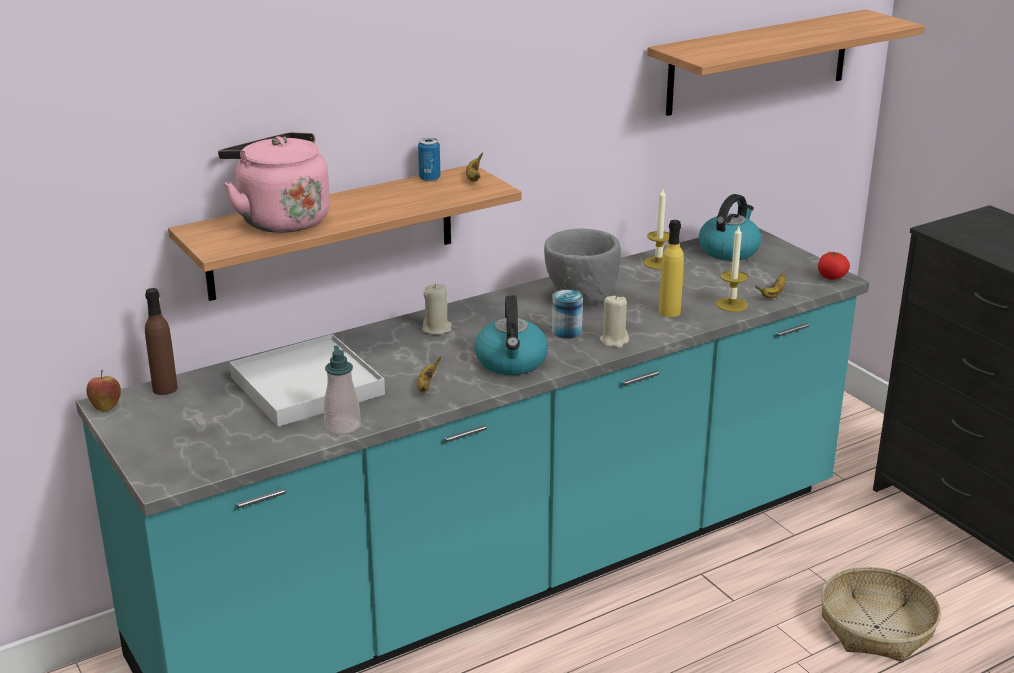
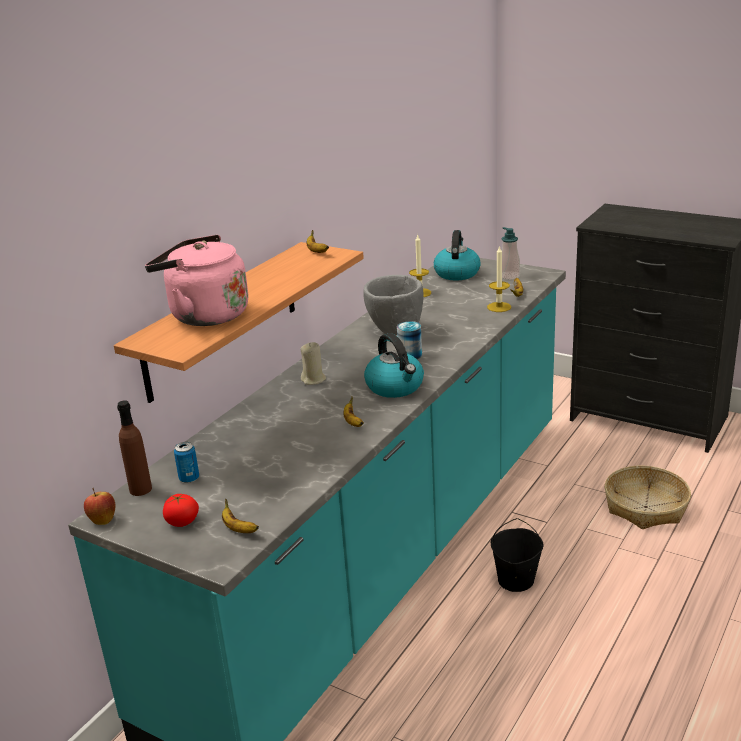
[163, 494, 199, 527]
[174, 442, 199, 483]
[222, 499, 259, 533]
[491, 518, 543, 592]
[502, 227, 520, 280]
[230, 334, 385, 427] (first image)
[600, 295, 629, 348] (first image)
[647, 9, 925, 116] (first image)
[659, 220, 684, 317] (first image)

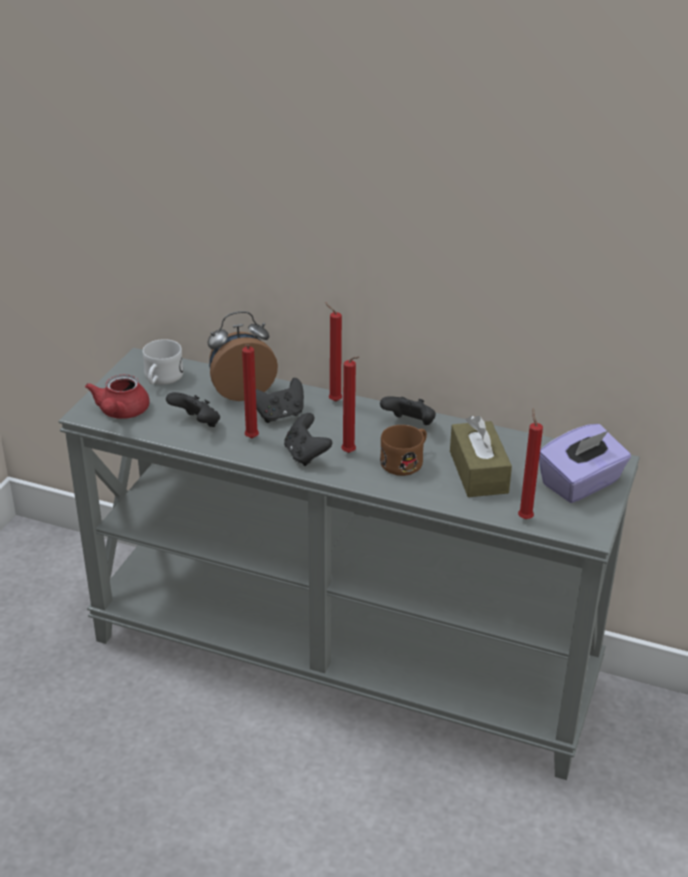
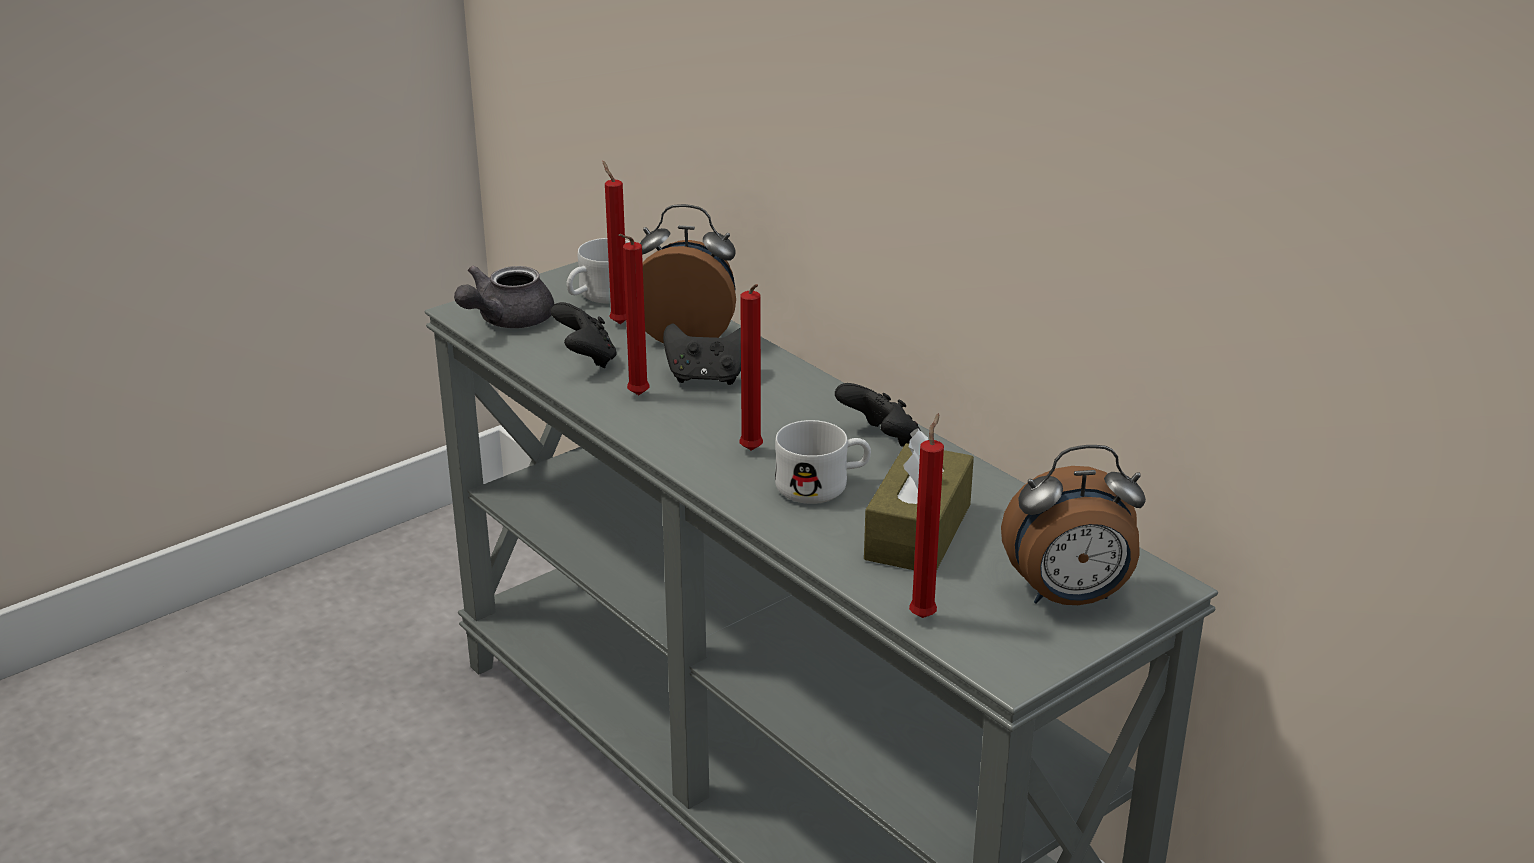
[454, 266, 554, 328]
[602, 161, 626, 324]
[775, 420, 871, 504]
[1001, 445, 1146, 605]
[284, 413, 332, 466] (first image)

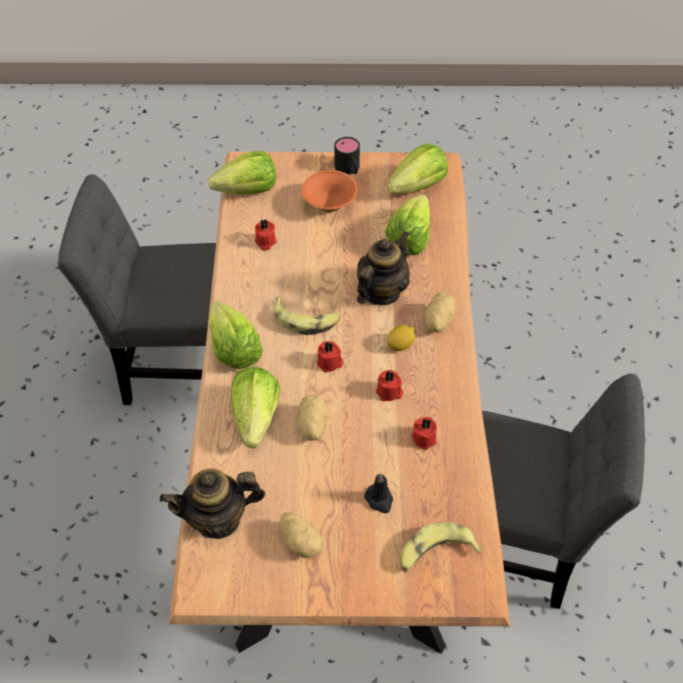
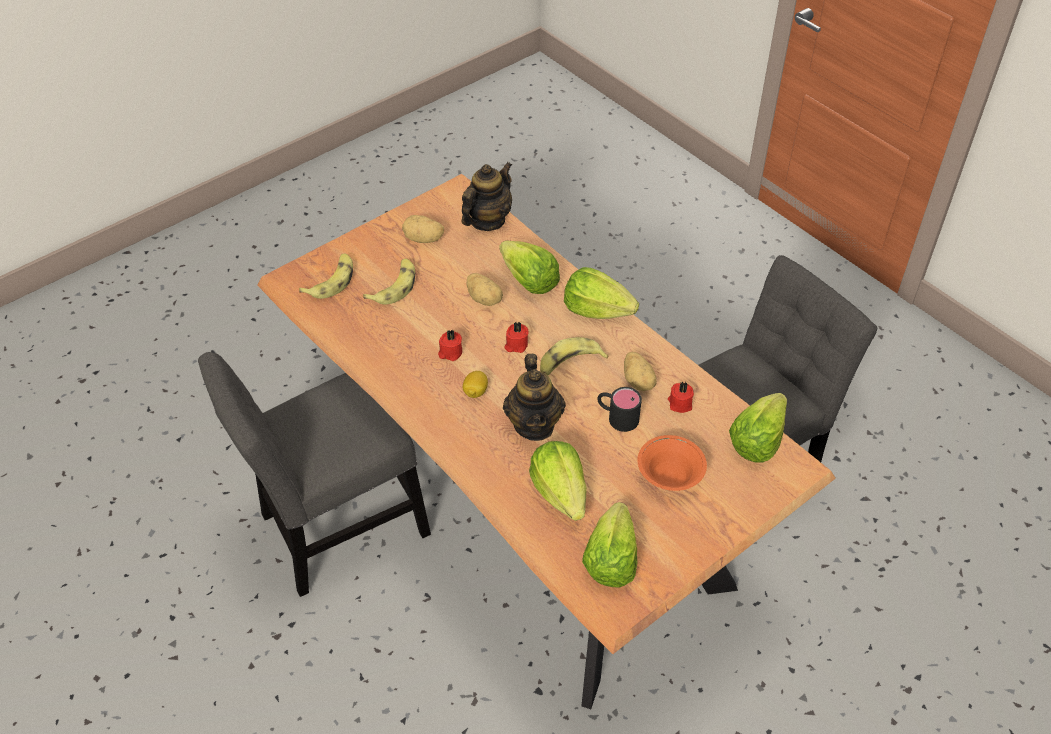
[363, 259, 415, 305]
[597, 387, 642, 432]
[624, 352, 657, 391]
[412, 417, 437, 450] (first image)

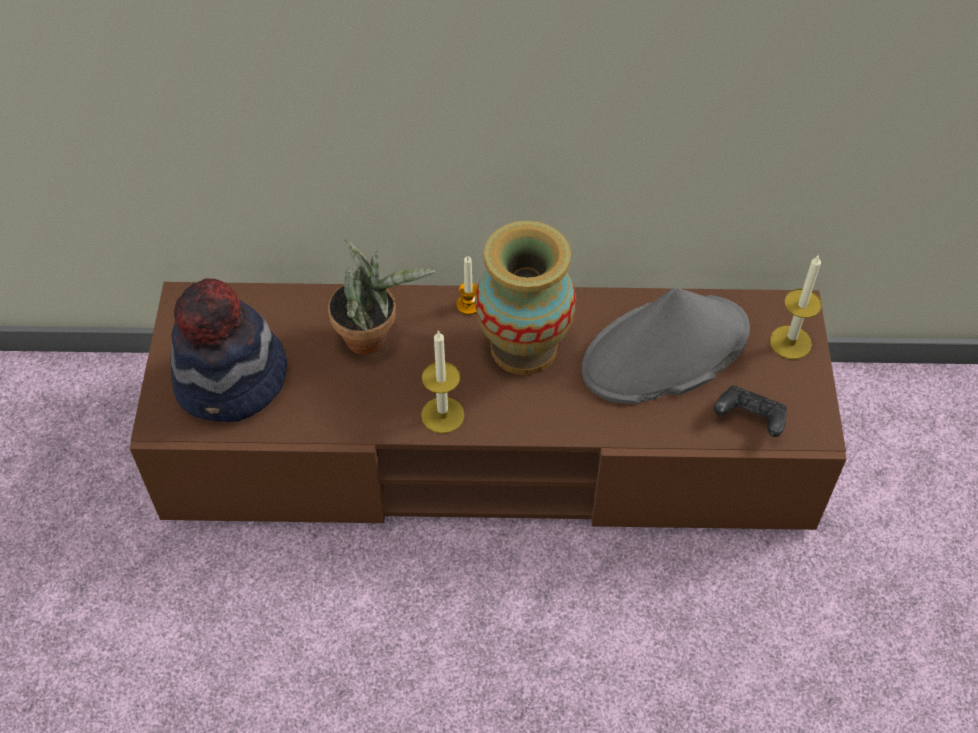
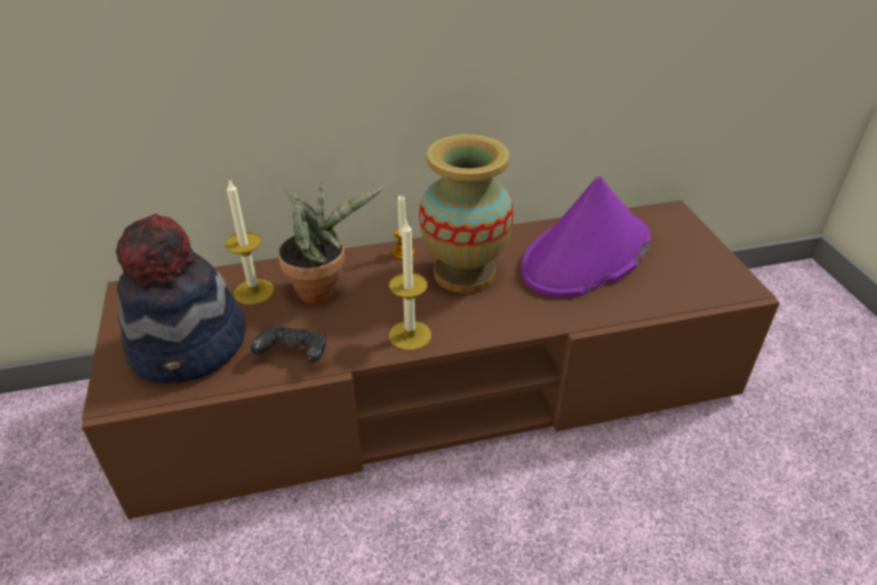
[225, 179, 274, 305]
[250, 325, 326, 362]
[521, 176, 651, 298]

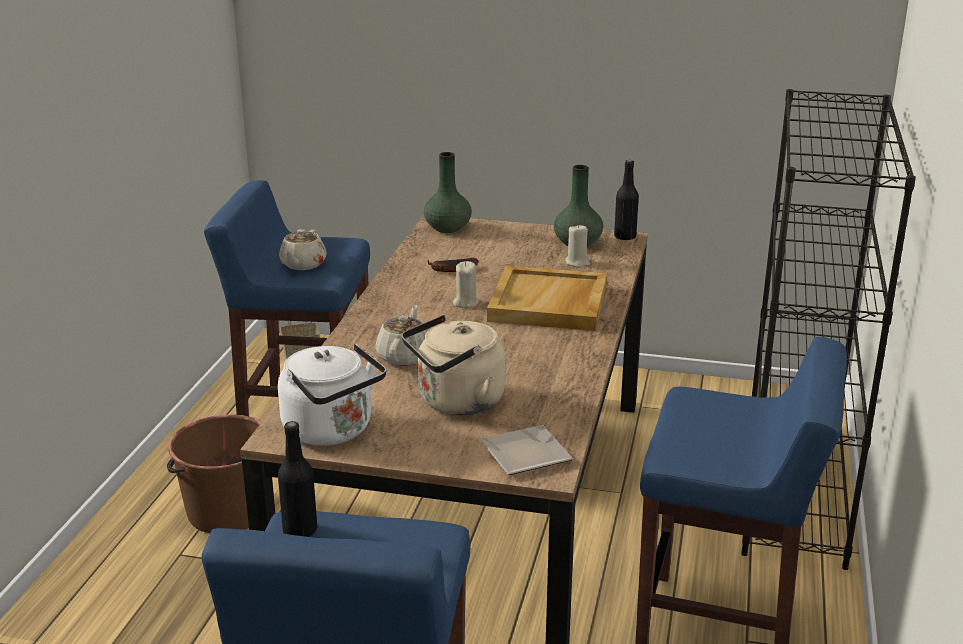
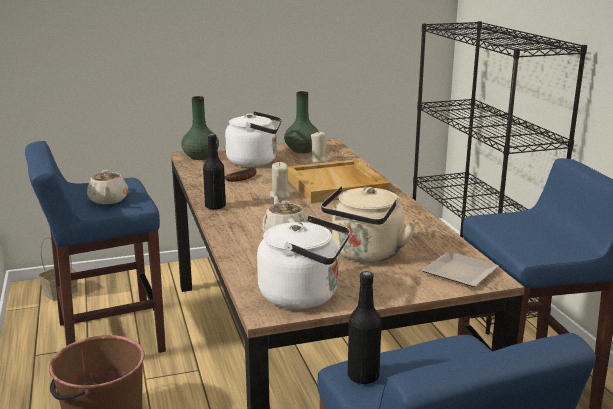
[203, 134, 226, 210]
[225, 111, 282, 167]

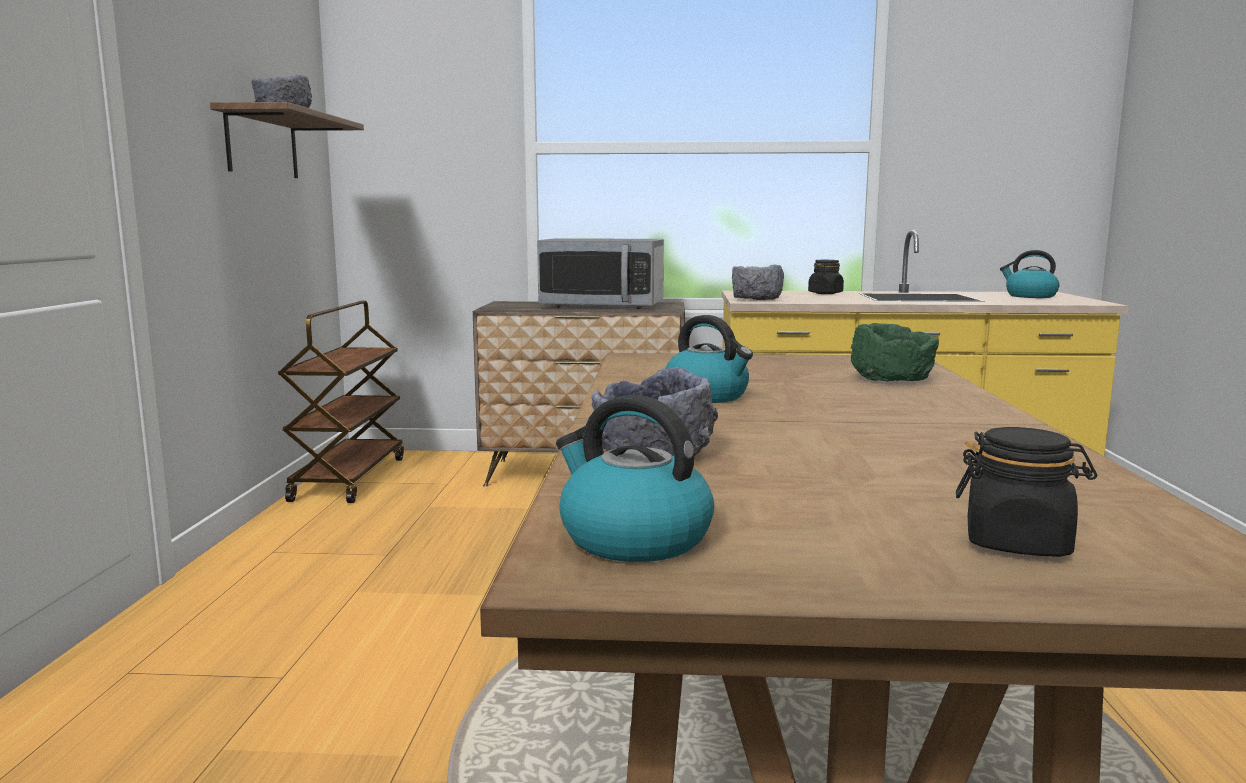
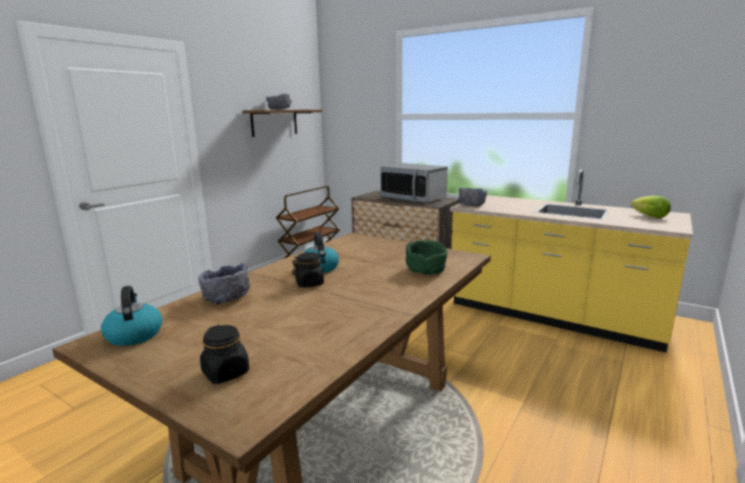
[292, 252, 326, 287]
[631, 196, 671, 218]

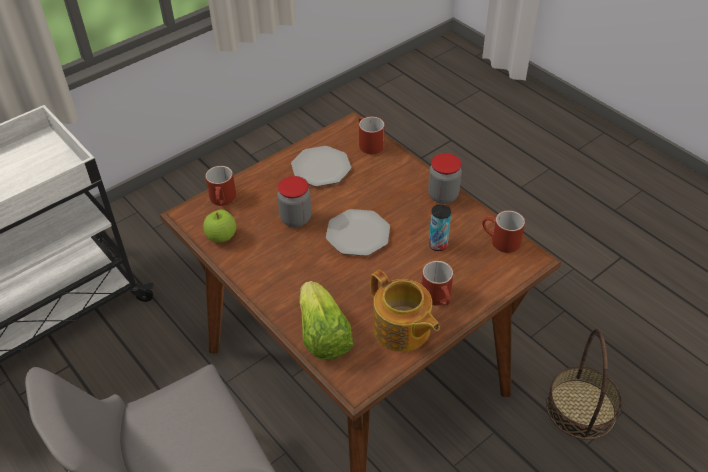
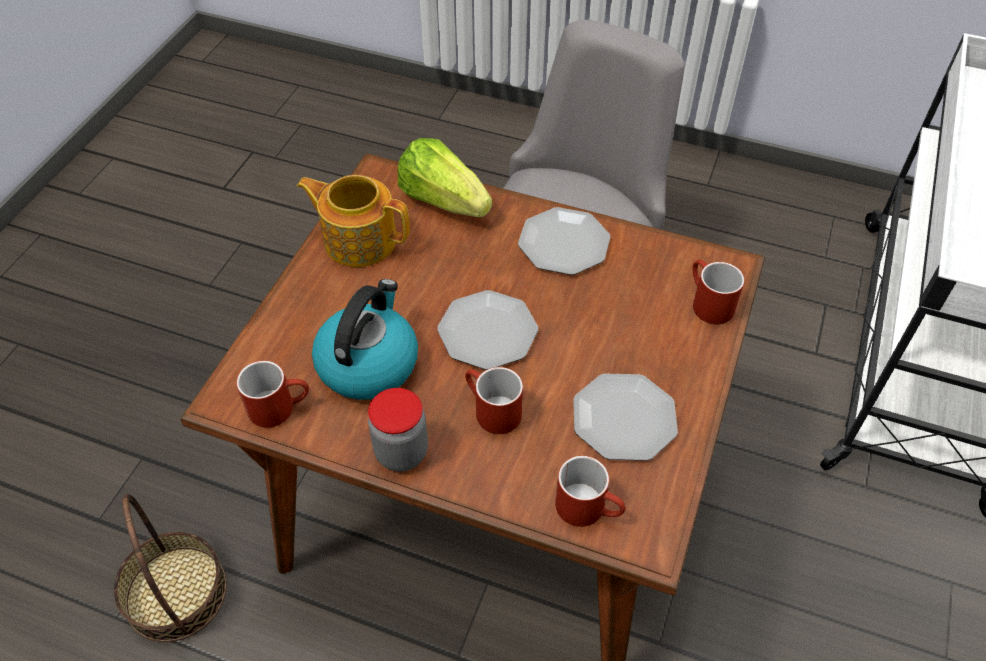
[312, 279, 418, 400]
[465, 367, 523, 434]
[518, 207, 610, 275]
[203, 210, 236, 243] (first image)
[277, 176, 311, 227] (first image)

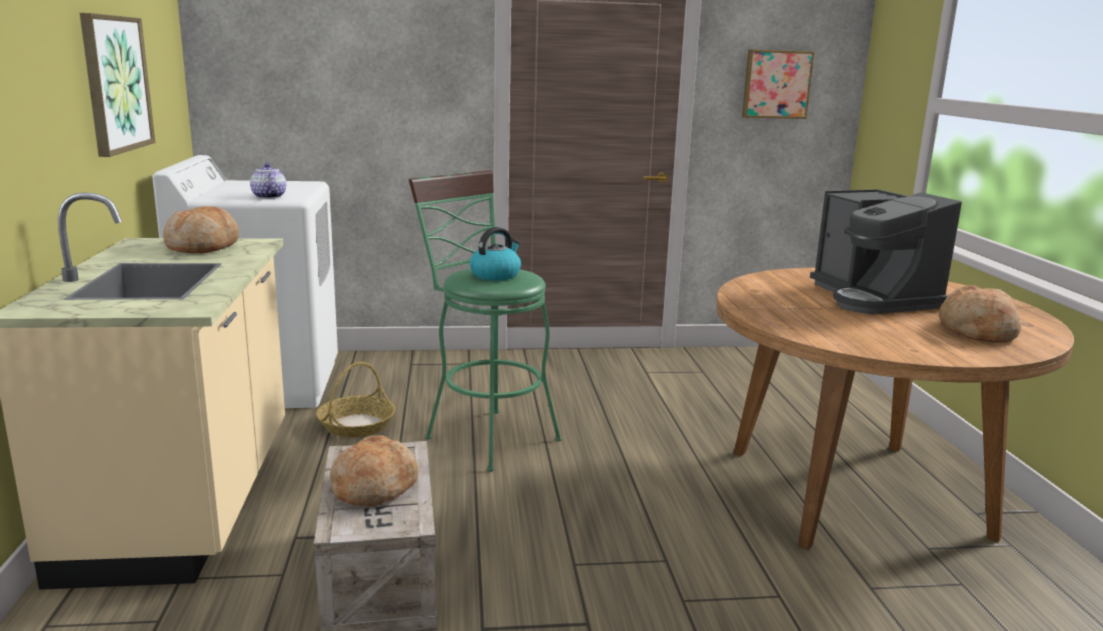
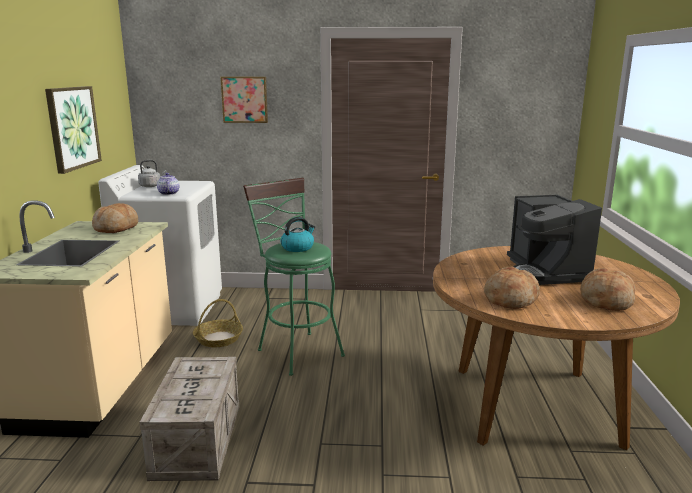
[138, 160, 167, 187]
[220, 77, 268, 123]
[484, 267, 540, 309]

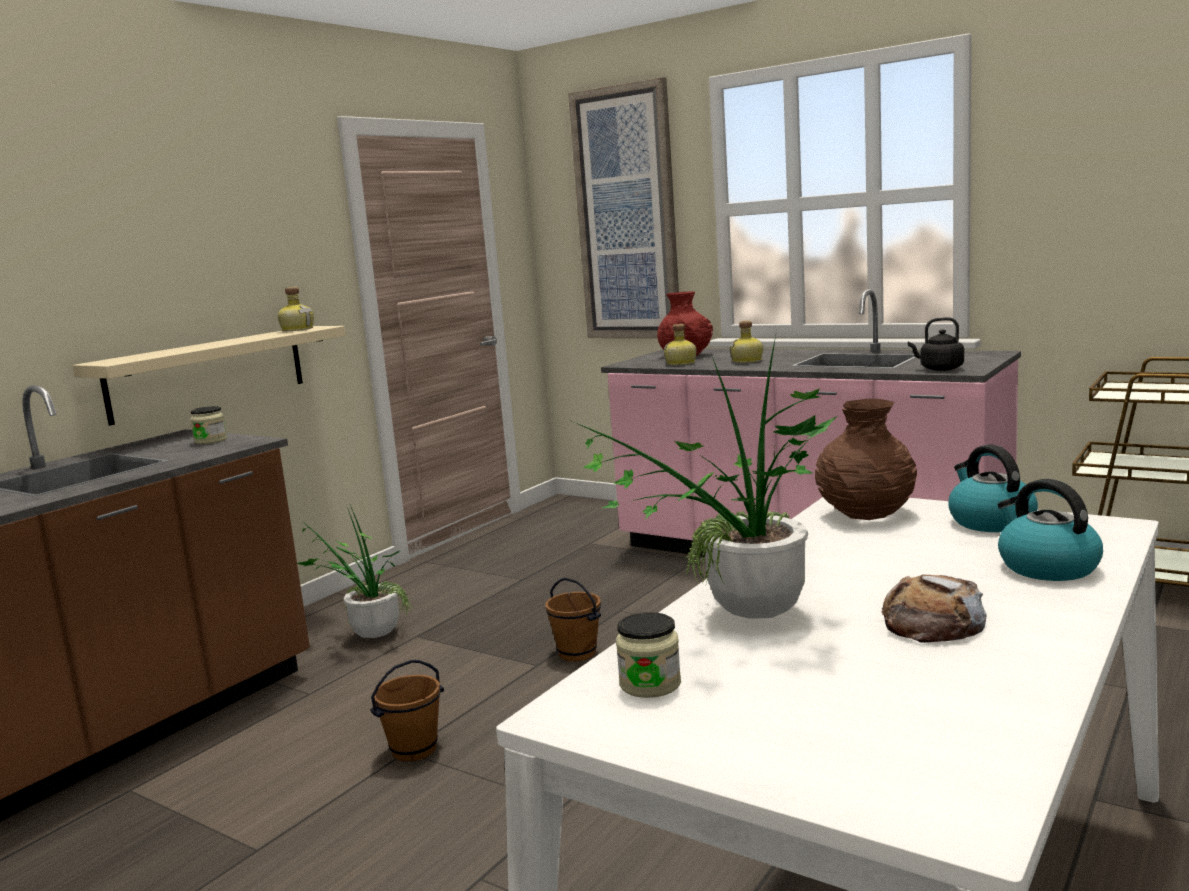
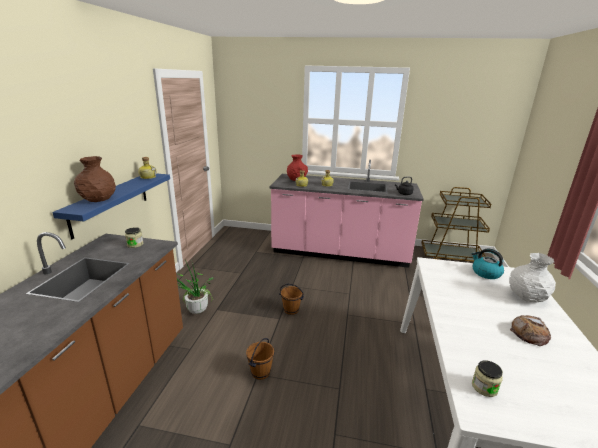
[52, 173, 170, 239]
[74, 156, 116, 202]
[509, 253, 556, 302]
[568, 77, 679, 338] (first image)
[572, 331, 837, 619] (first image)

